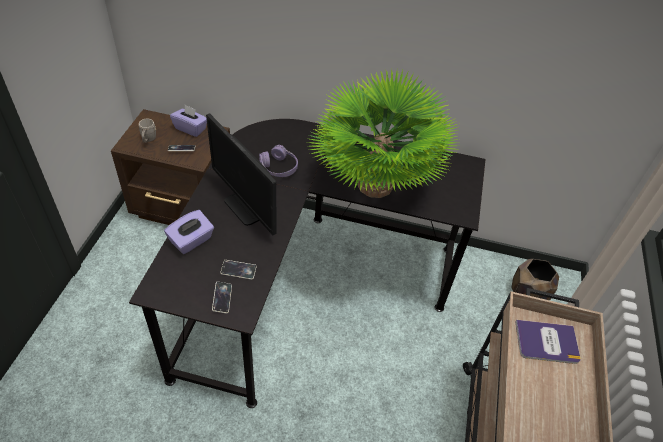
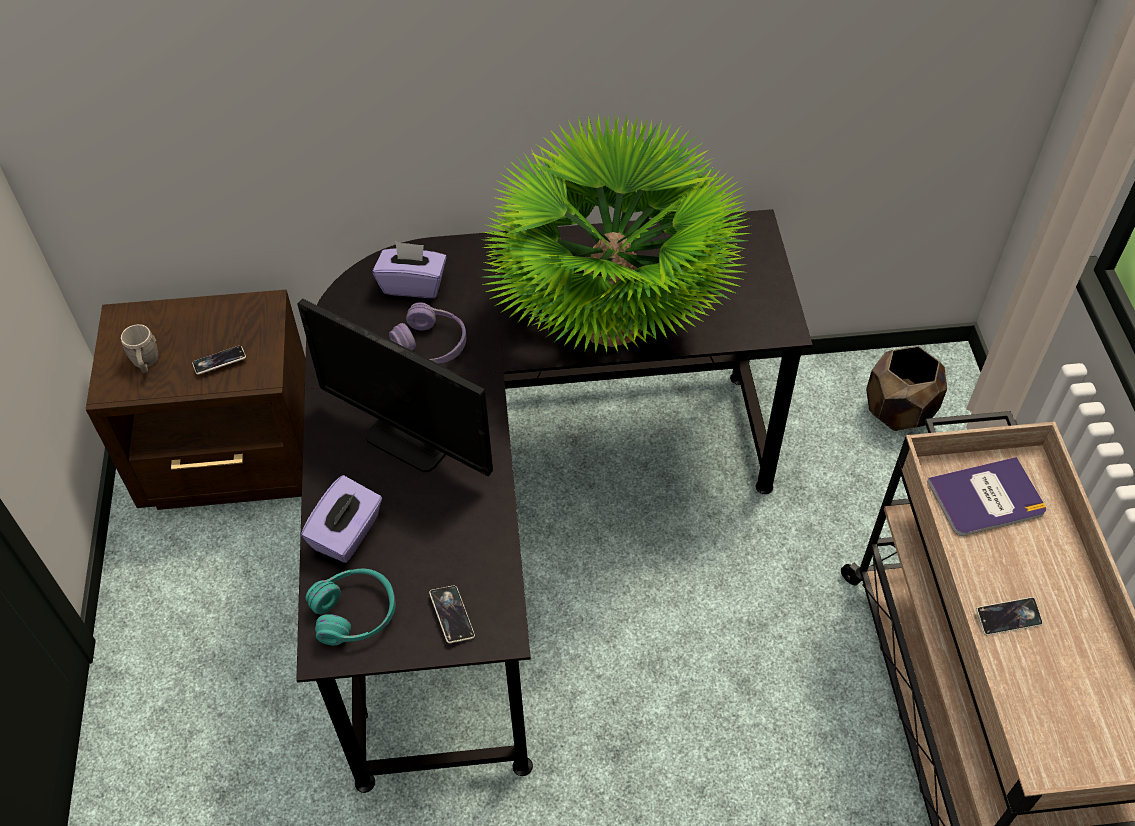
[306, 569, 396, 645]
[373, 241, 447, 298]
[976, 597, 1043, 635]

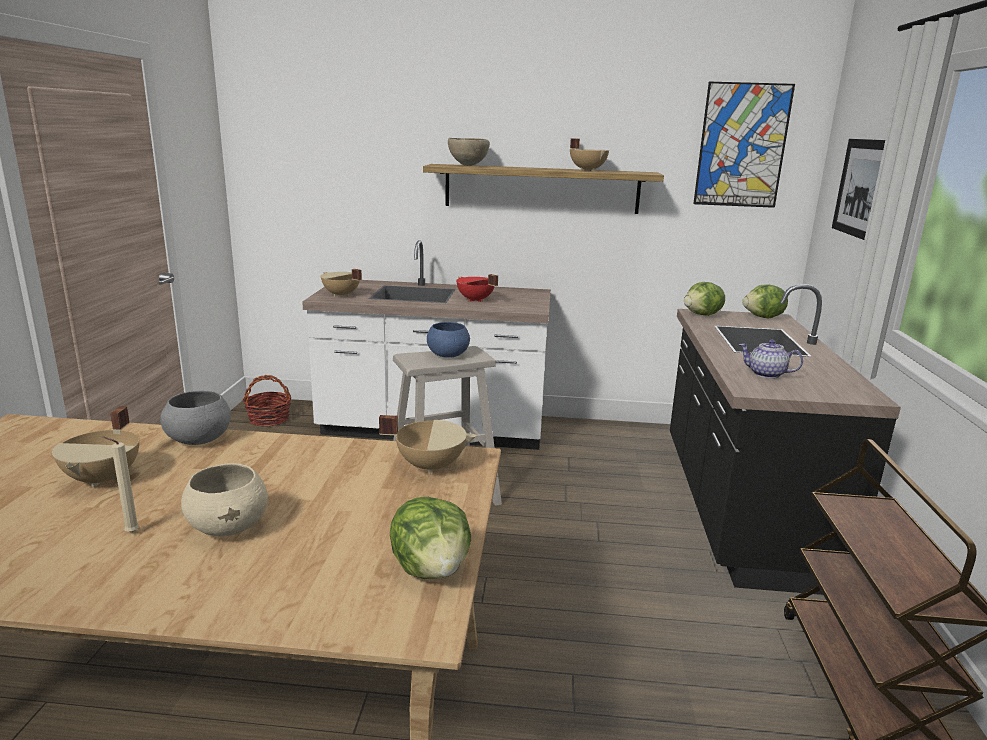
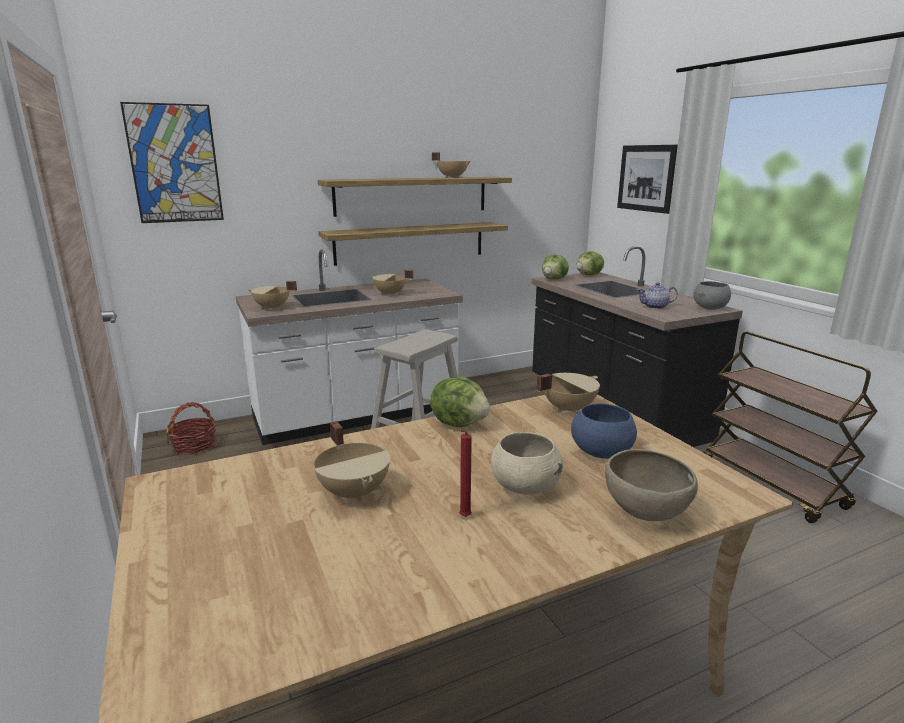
[120, 102, 224, 223]
[318, 222, 508, 266]
[369, 269, 414, 296]
[430, 377, 490, 427]
[459, 430, 472, 517]
[571, 403, 637, 459]
[605, 449, 698, 521]
[693, 281, 731, 310]

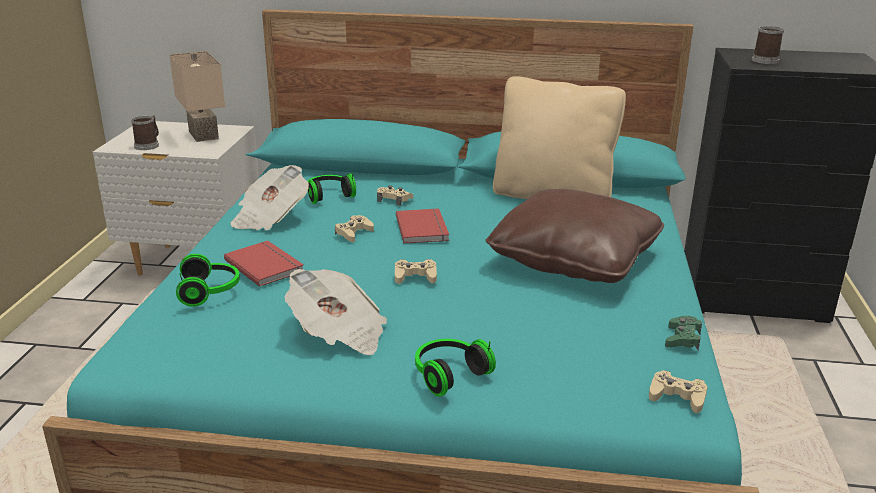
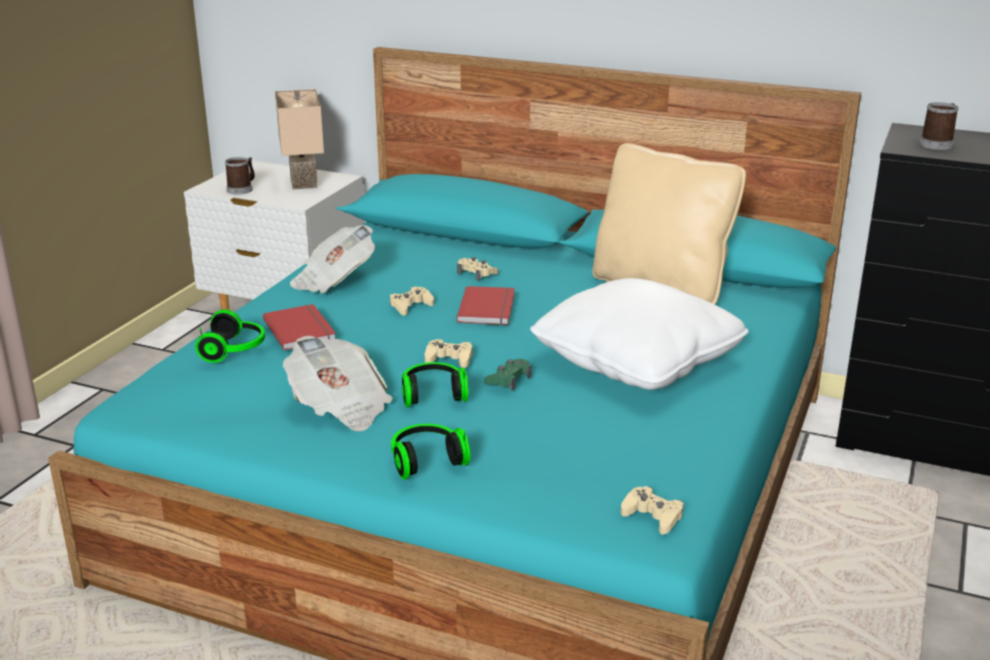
[402, 362, 469, 408]
[484, 359, 532, 391]
[530, 278, 749, 390]

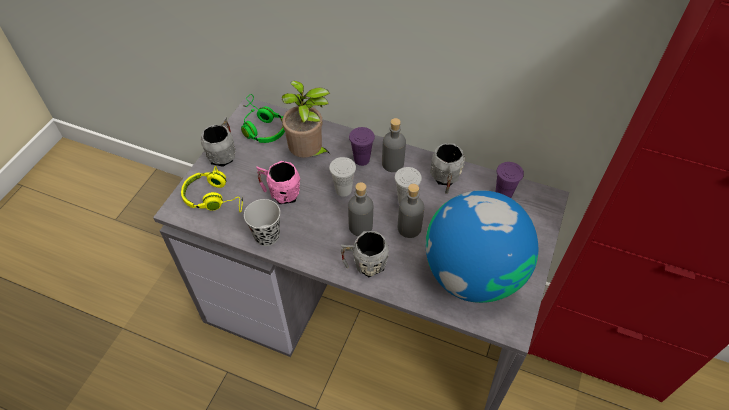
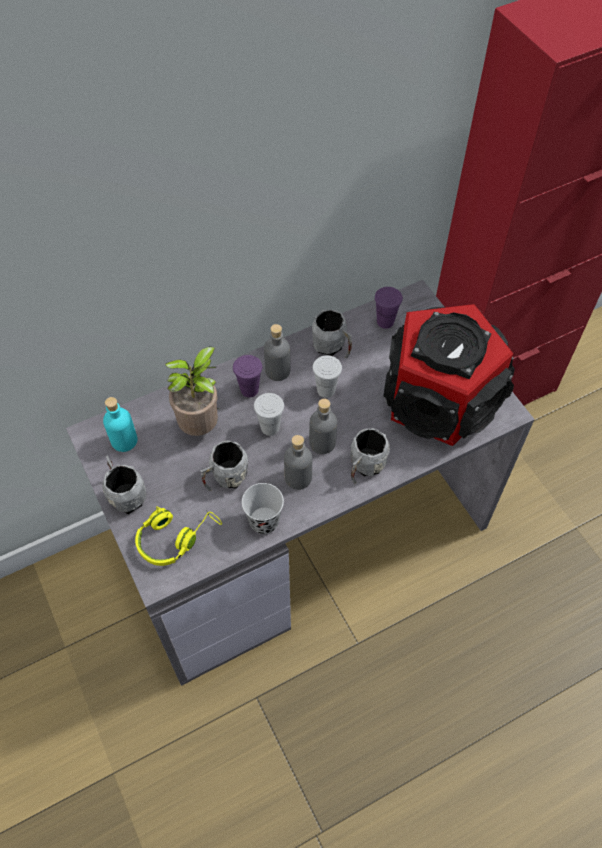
[103, 397, 137, 452]
[200, 441, 248, 491]
[284, 435, 312, 490]
[383, 304, 515, 446]

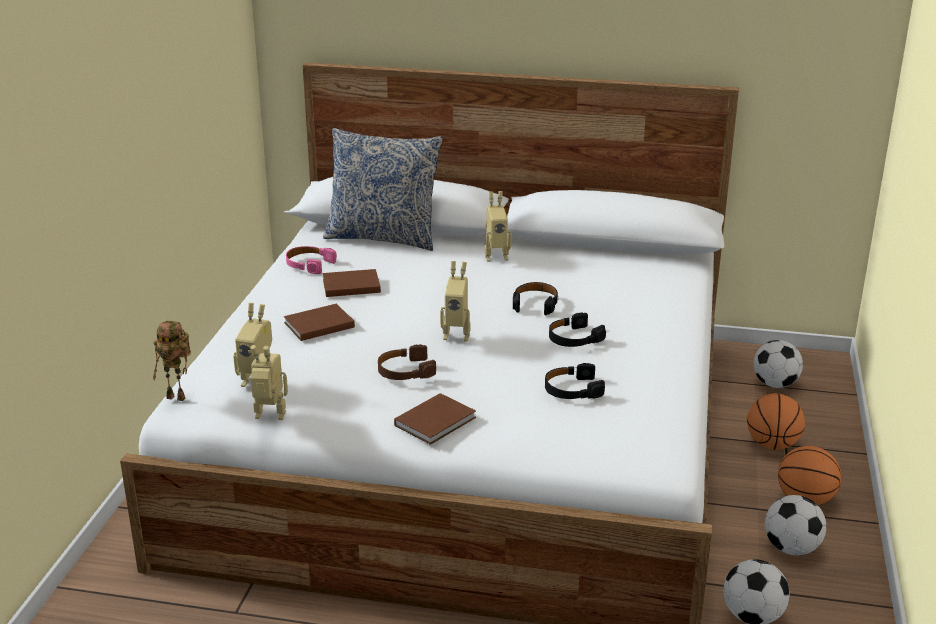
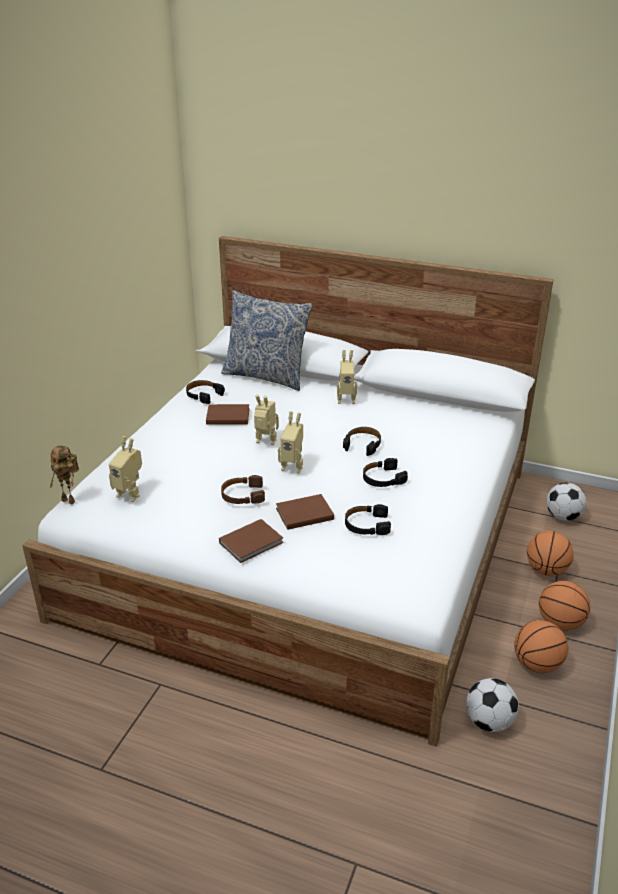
[186, 380, 225, 404]
[254, 394, 279, 445]
[276, 494, 334, 530]
[514, 620, 568, 673]

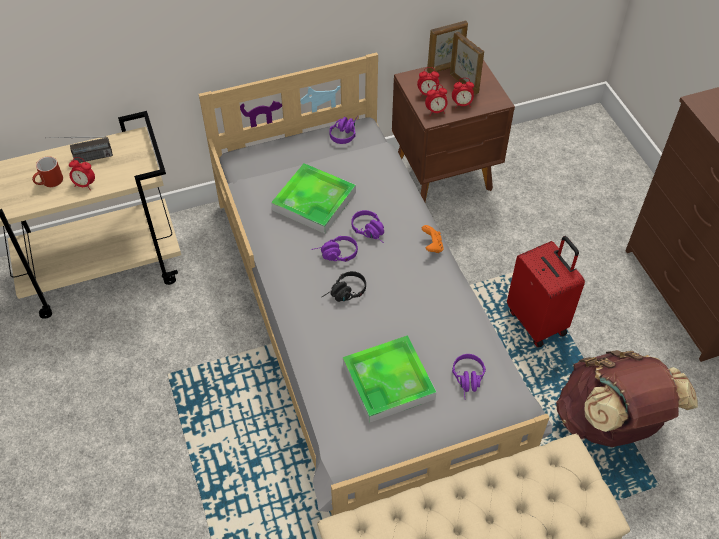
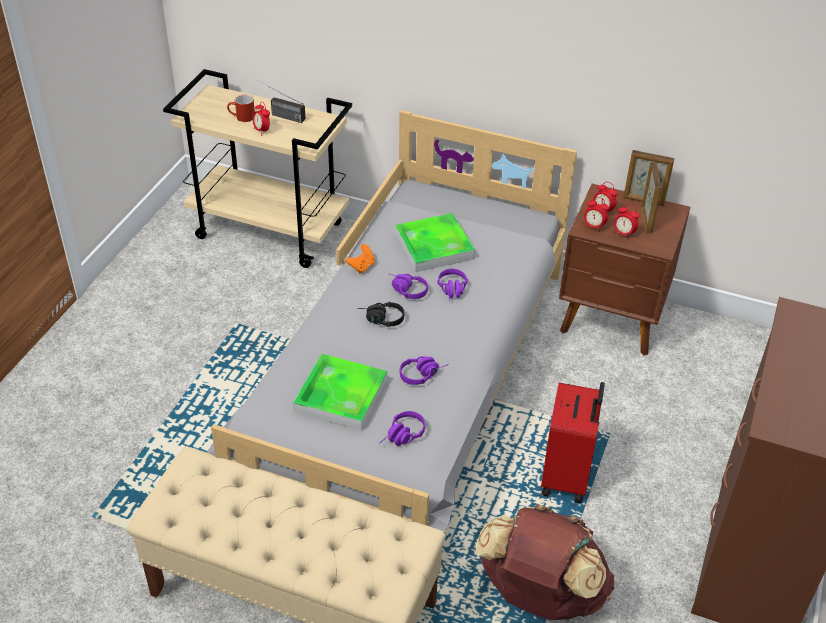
[346, 244, 375, 273]
[400, 356, 449, 385]

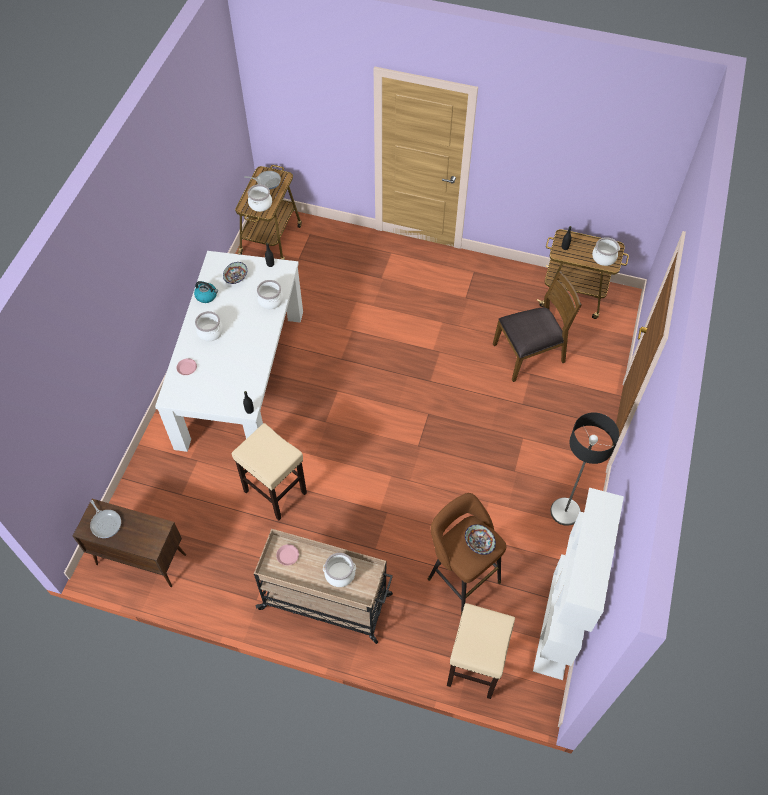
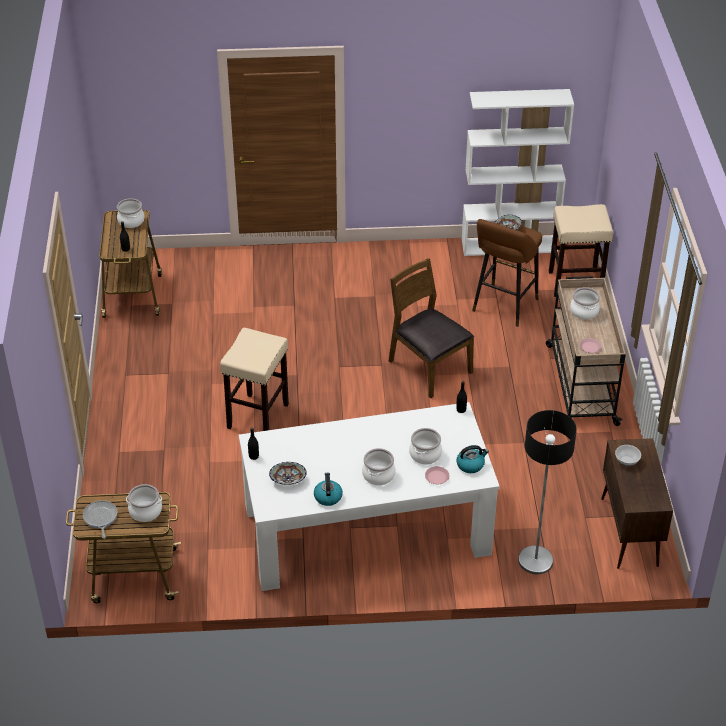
[220, 328, 289, 431]
[389, 258, 474, 398]
[409, 428, 442, 465]
[456, 445, 489, 473]
[518, 410, 577, 574]
[615, 445, 641, 467]
[90, 500, 121, 538] (first image)

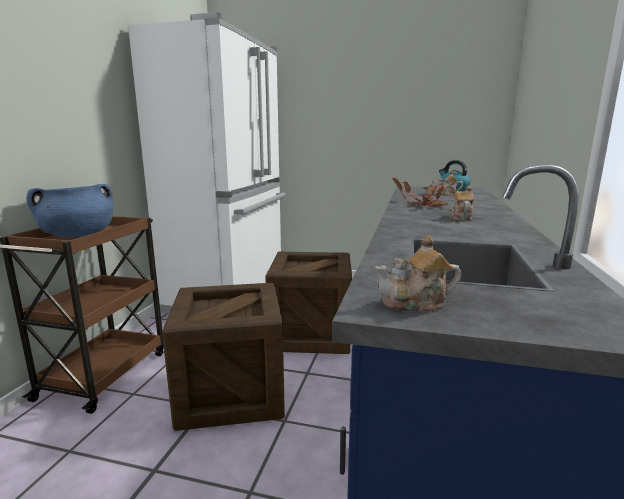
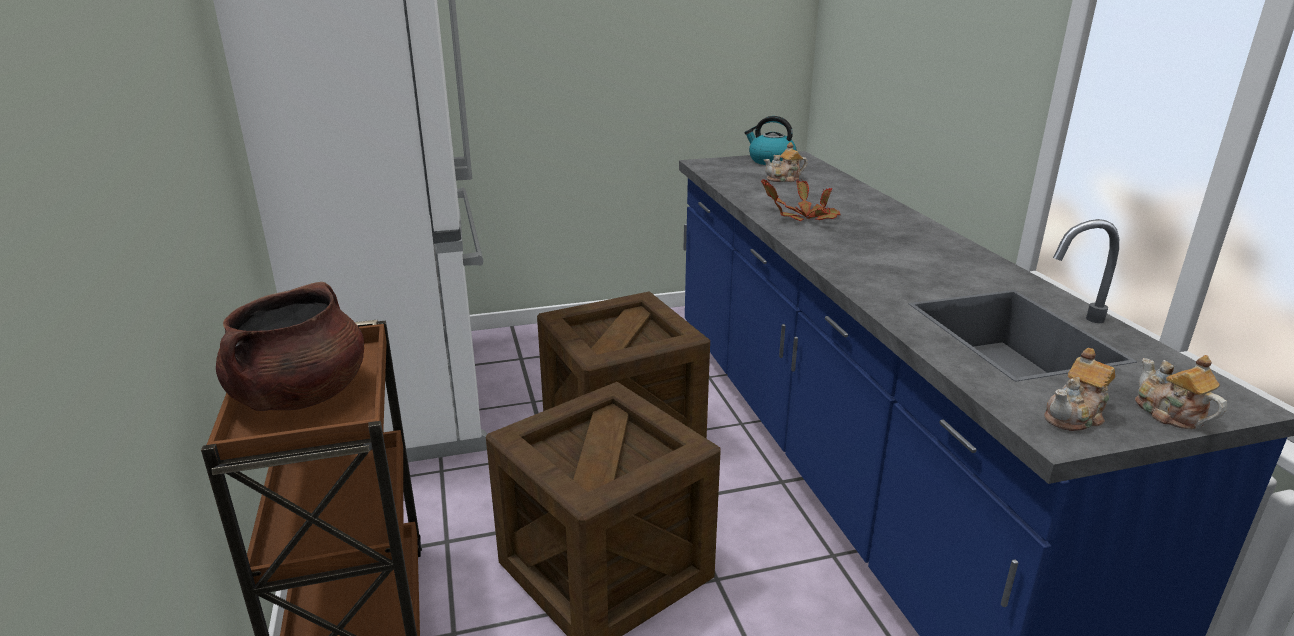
[216, 282, 364, 411]
[1135, 355, 1227, 429]

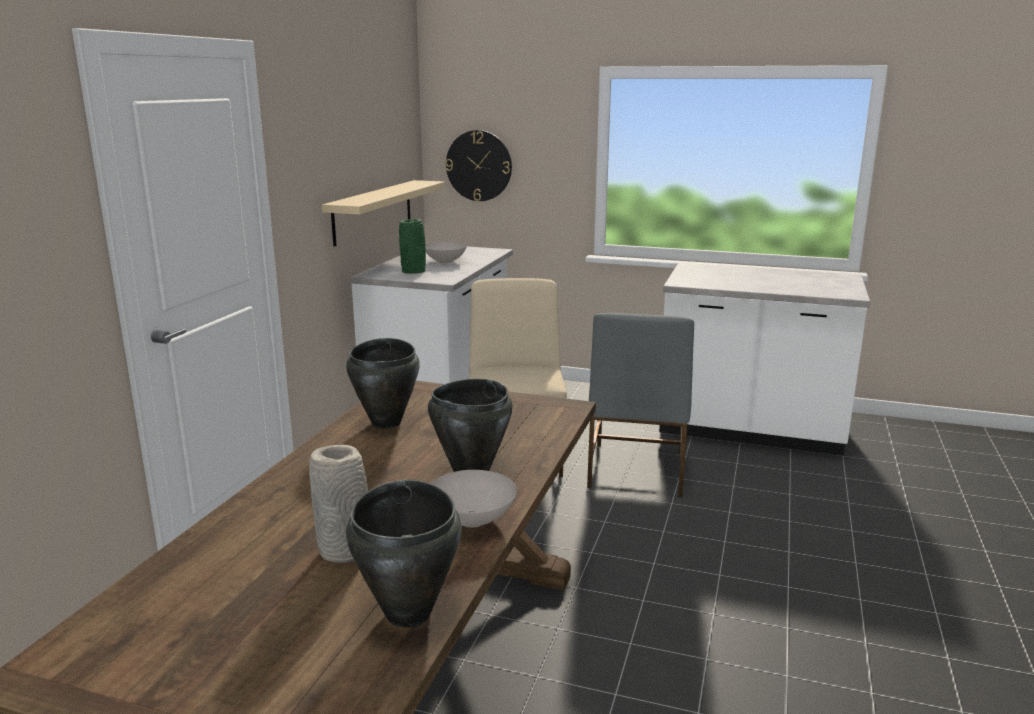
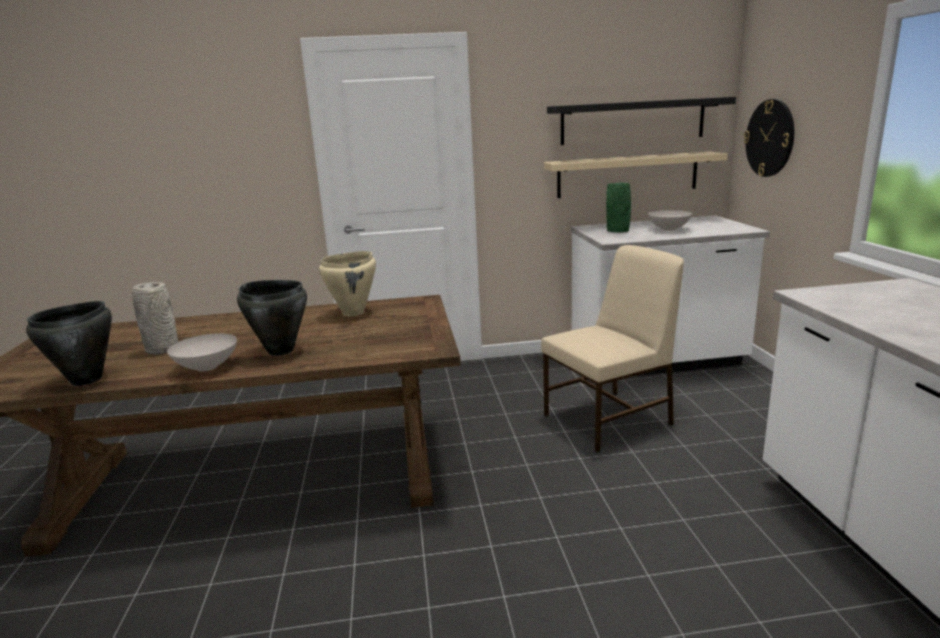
[319, 251, 376, 316]
[547, 97, 736, 145]
[587, 313, 694, 497] (first image)

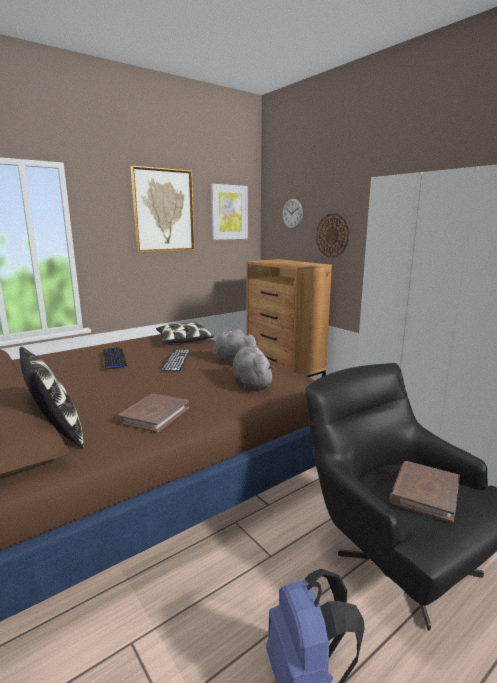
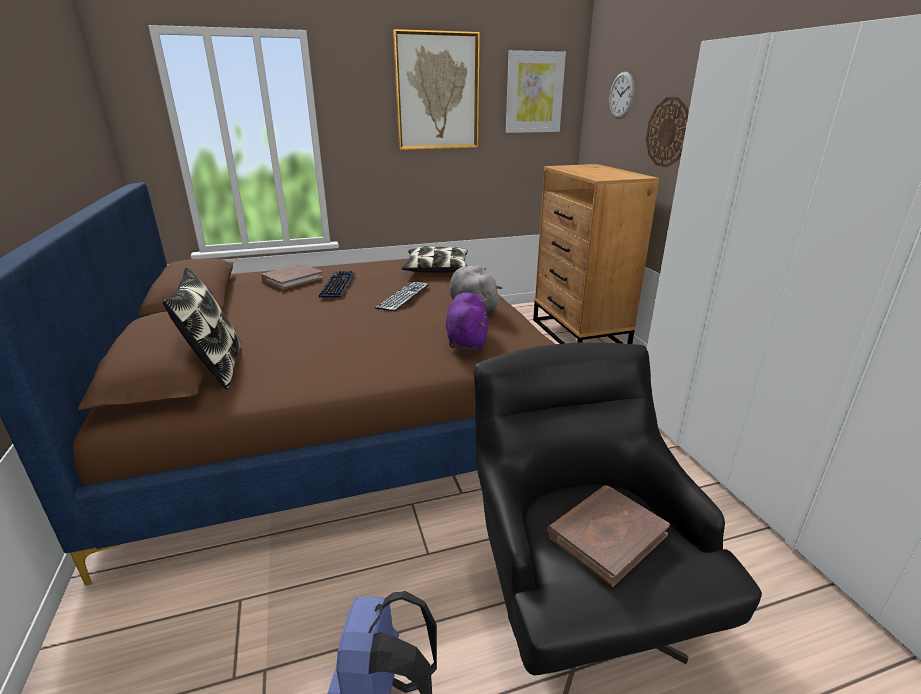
[262, 264, 323, 290]
[446, 292, 488, 350]

